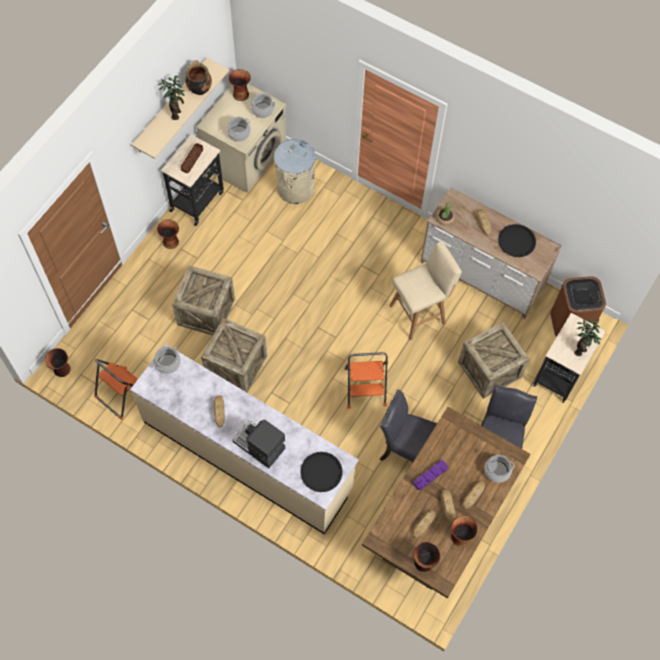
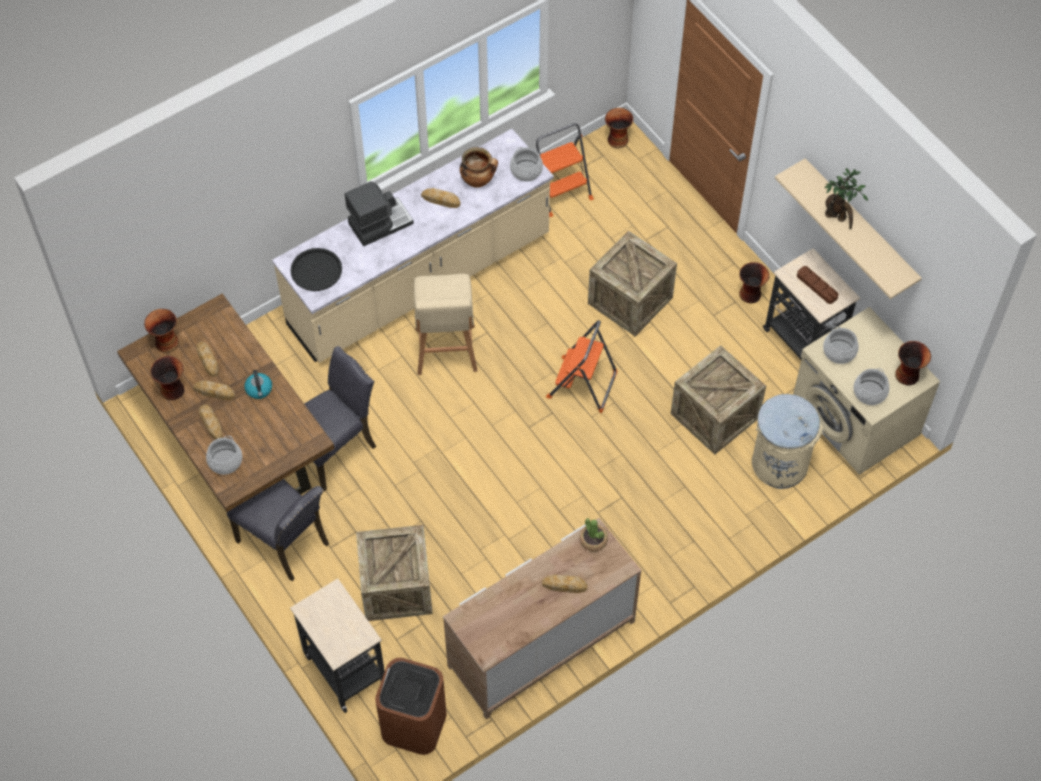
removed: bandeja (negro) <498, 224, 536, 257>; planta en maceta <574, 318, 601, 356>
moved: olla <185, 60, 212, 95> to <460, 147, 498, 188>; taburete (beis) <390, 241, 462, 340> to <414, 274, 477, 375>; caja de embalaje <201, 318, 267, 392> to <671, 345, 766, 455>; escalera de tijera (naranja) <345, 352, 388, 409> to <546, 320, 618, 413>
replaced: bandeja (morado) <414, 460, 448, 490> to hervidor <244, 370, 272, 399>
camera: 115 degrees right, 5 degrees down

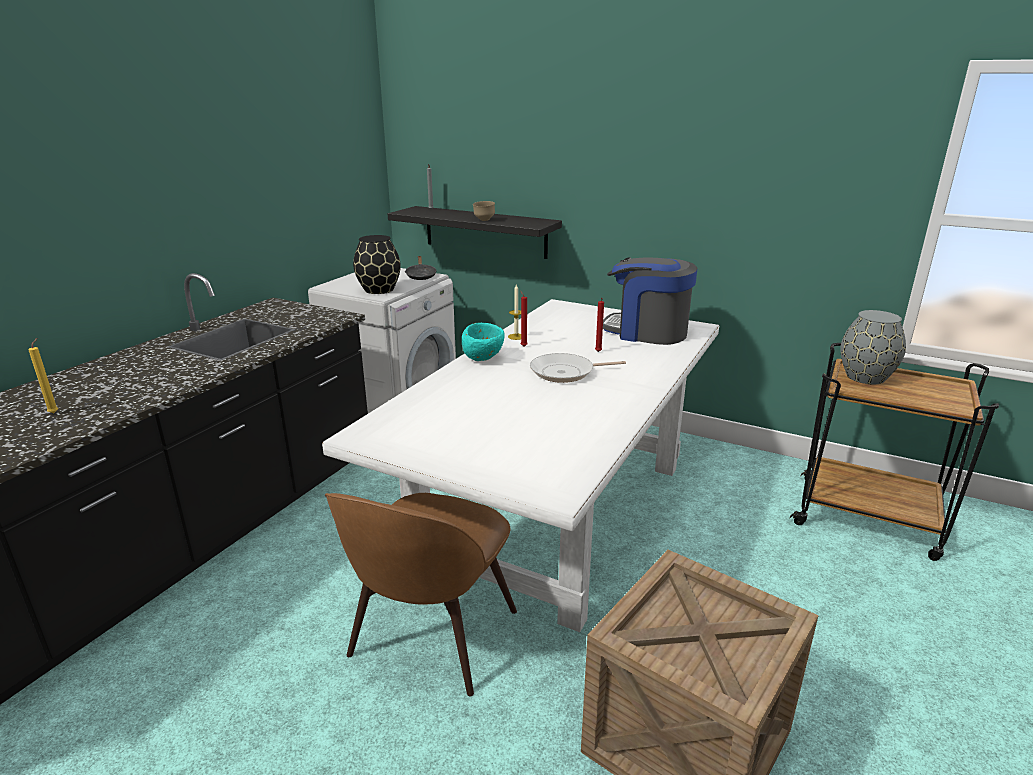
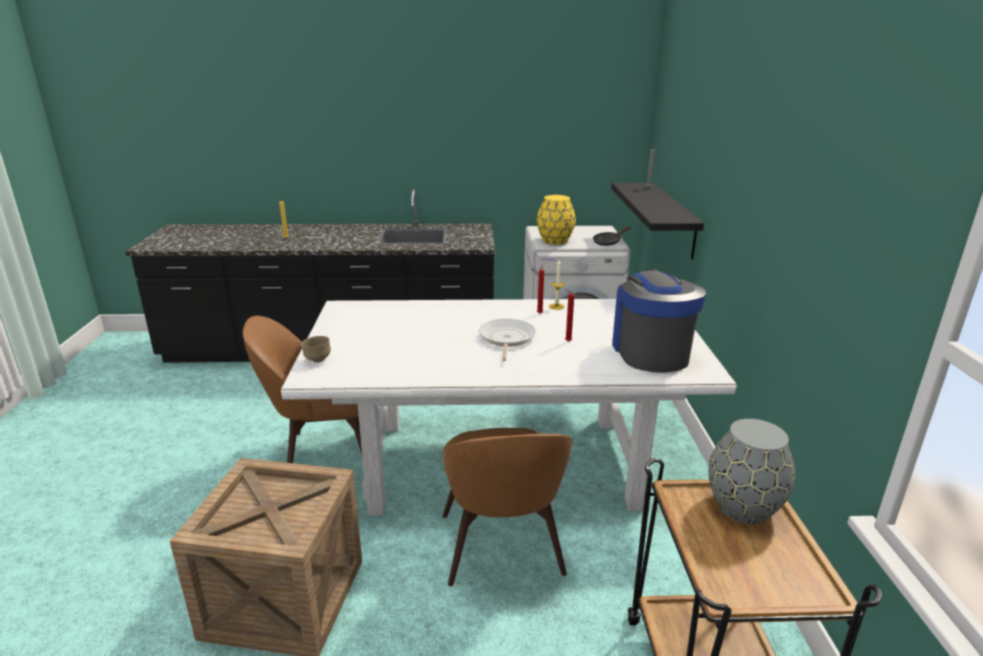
removed: cuenco (turquesa) <462, 323, 505, 361>
added: silla (marrón) <442, 428, 572, 586>
moved: cuenco (marrón) <473, 201, 495, 221> to <301, 336, 331, 363>
recoloured: florero (negro) <353, 235, 401, 294> to florero (amarillo) <537, 195, 576, 245>
turned: sartén <530, 353, 626, 383> = <479, 319, 536, 361> 45 degrees clockwise
camera: 60 degrees right, 0 degrees up

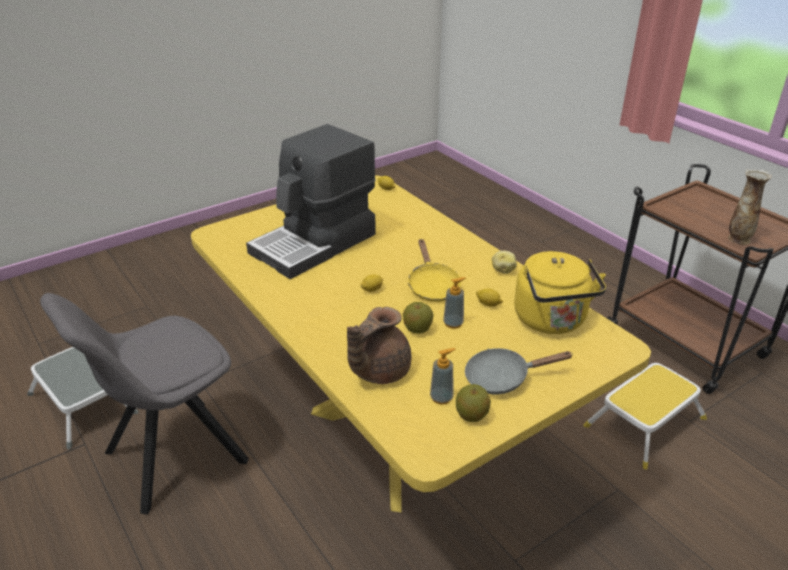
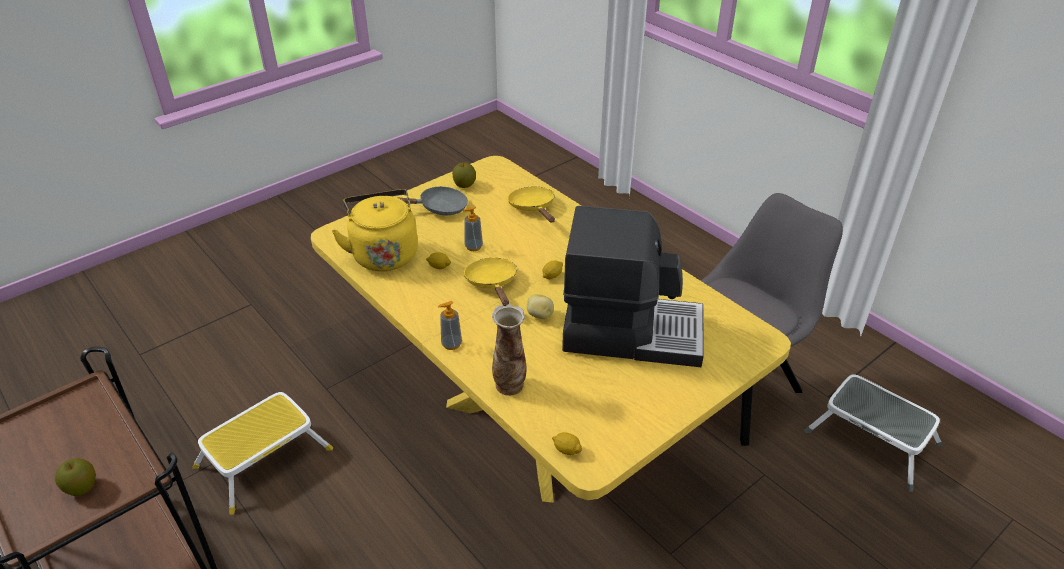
moved: florero <728, 169, 772, 245> to <492, 304, 526, 396>; patata <492, 250, 517, 274> to <527, 294, 554, 319>; manzana <403, 302, 434, 334> to <55, 458, 96, 496>; dispensador de jabón <430, 348, 456, 405> to <438, 301, 462, 350>
replaced: tetera (marrón) <347, 307, 411, 384> to sartén (amarillo) <508, 187, 555, 222>
turned: cafetera <246, 124, 376, 279> = <562, 206, 704, 367> 60 degrees clockwise
camera: 175 degrees right, 5 degrees up

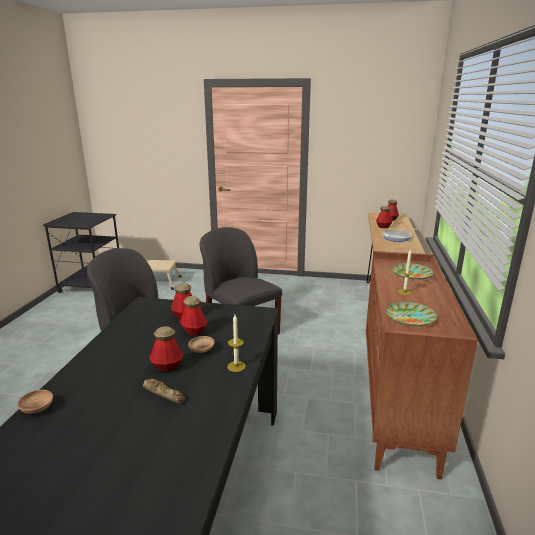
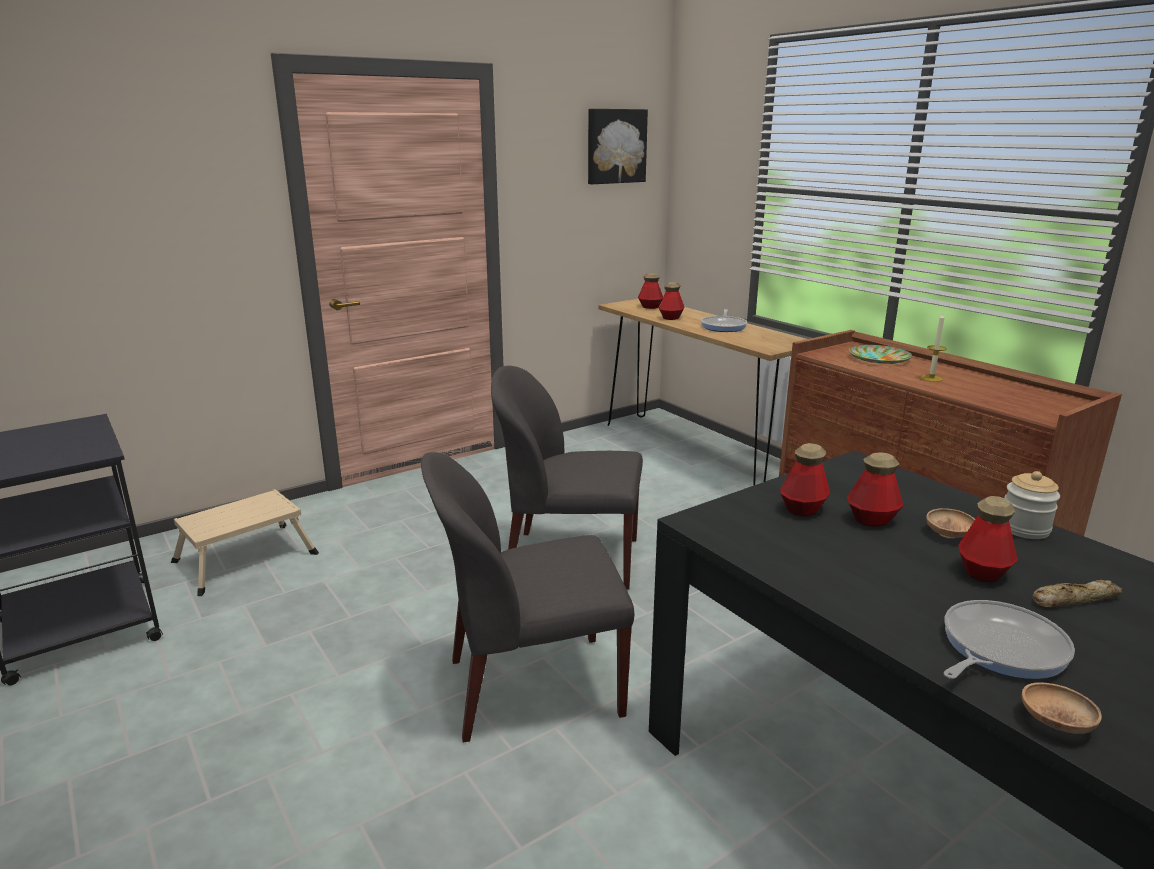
removed: plato <385, 302, 437, 326>
added: cuadro <588, 109, 648, 184>; sartén <944, 600, 1075, 679>
replaced: vela <227, 315, 246, 372> to tarro <1004, 471, 1060, 539>
camera: 45 degrees left, 0 degrees up

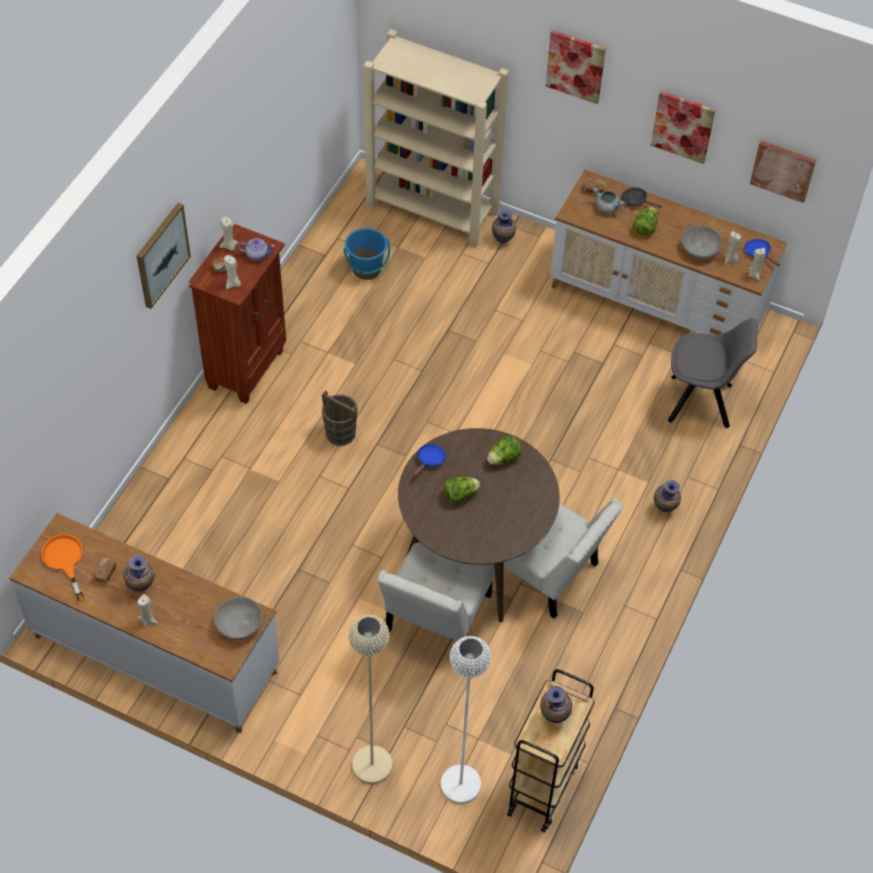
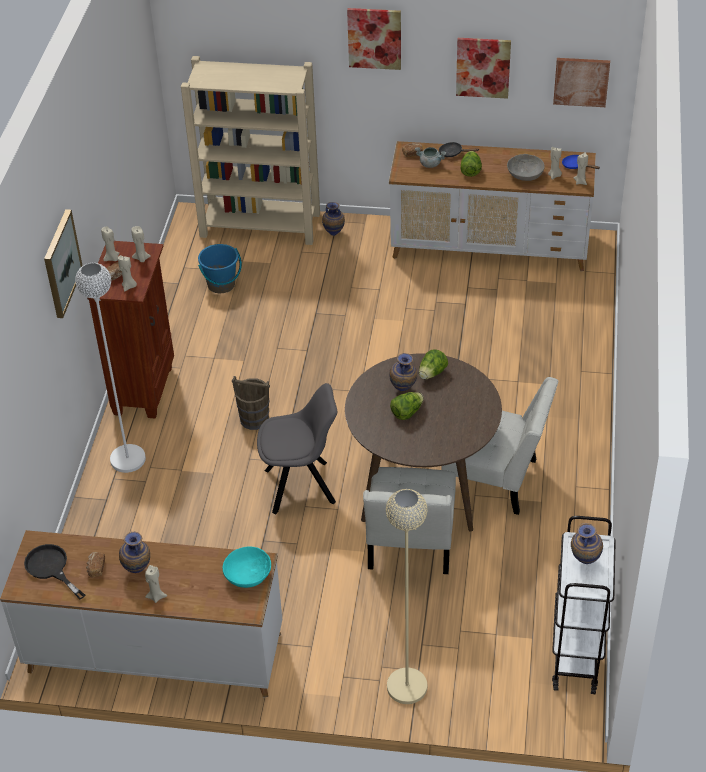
removed: sartén (azul) <413, 444, 446, 477>
moved: silla (gris) <668, 318, 758, 428> to <257, 383, 337, 515>; florero <654, 480, 681, 512> to <389, 353, 417, 391>; lámpara de pie (blanco) <441, 636, 491, 804> to <75, 262, 146, 473>
replaced: tetera <238, 238, 275, 261> to vela (beis) <131, 226, 151, 262>
recoloured: sartén (naranja) <41, 534, 85, 602> to sartén (negro) <24, 544, 85, 600>; cuenco (gris) <214, 597, 263, 640> to cuenco (turquesa) <223, 547, 271, 588>; carrito (marrón) <507, 669, 594, 833> to carrito (blanco) <552, 516, 615, 694>
camera: 15 degrees left, 10 degrees down

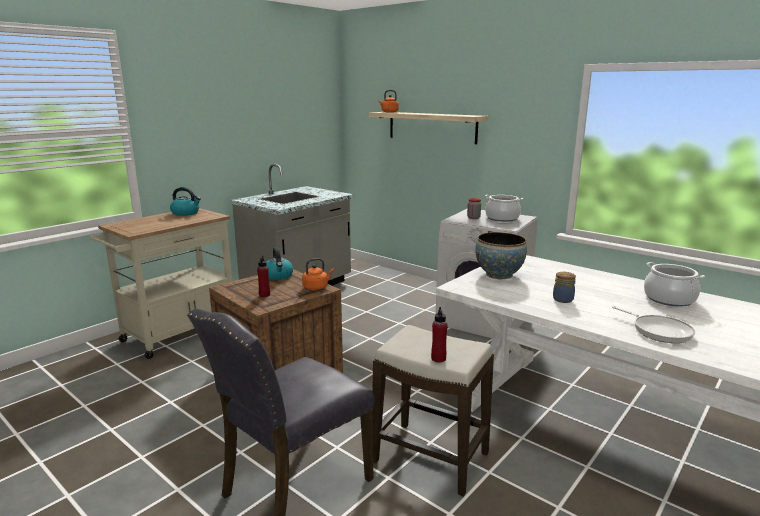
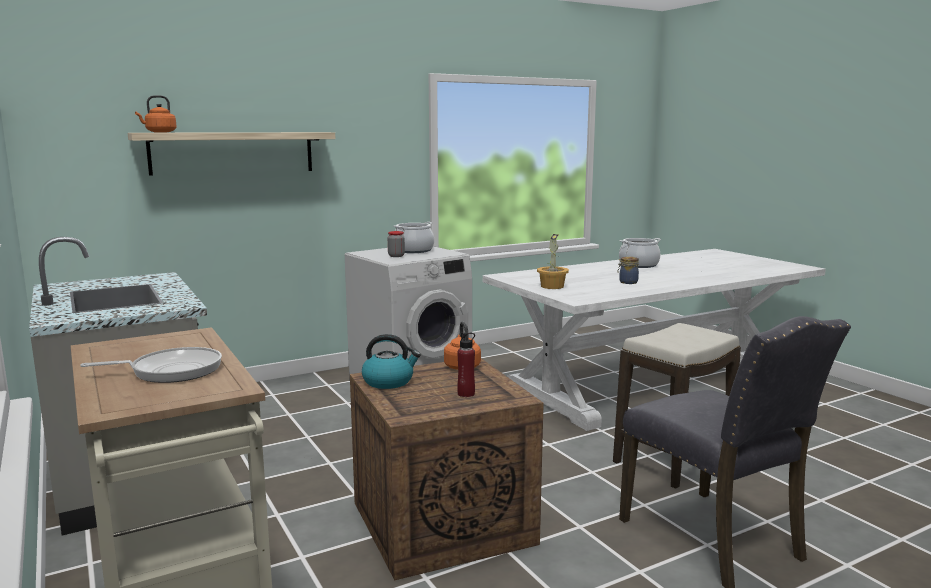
removed: hervidor <170, 187, 201, 216>; botella (rojo) <431, 307, 448, 362>
moved: sartén <612, 306, 695, 343> to <80, 347, 222, 383>
replaced: cuenco <475, 232, 527, 279> to planta en maceta <537, 234, 569, 289>
camera: 70 degrees left, 5 degrees down

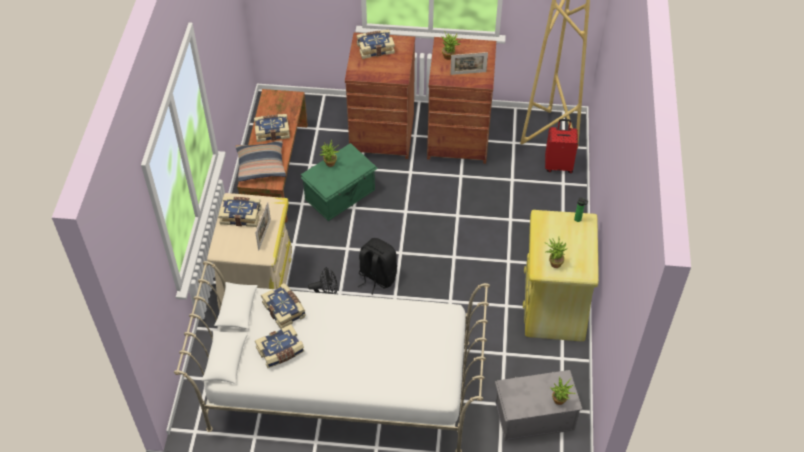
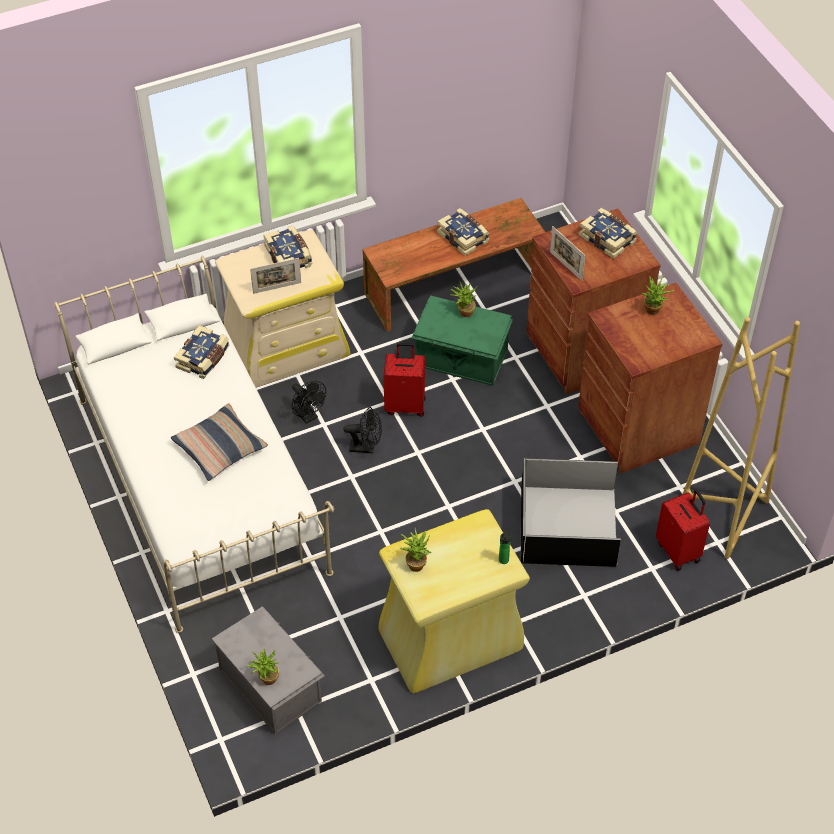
removed: libro <255, 324, 304, 368>
added: maleta (rojo) <383, 343, 425, 417>; caja de almacenaje (negro) <521, 458, 621, 567>
moved: portarretratos <450, 52, 488, 75> to <550, 226, 585, 281>; cojín <236, 140, 286, 181> to <171, 403, 268, 481>
replaced: mochila (negro) <358, 238, 397, 295> to ventilador (negro) <343, 407, 382, 453>
camera: 60 degrees right, 0 degrees up

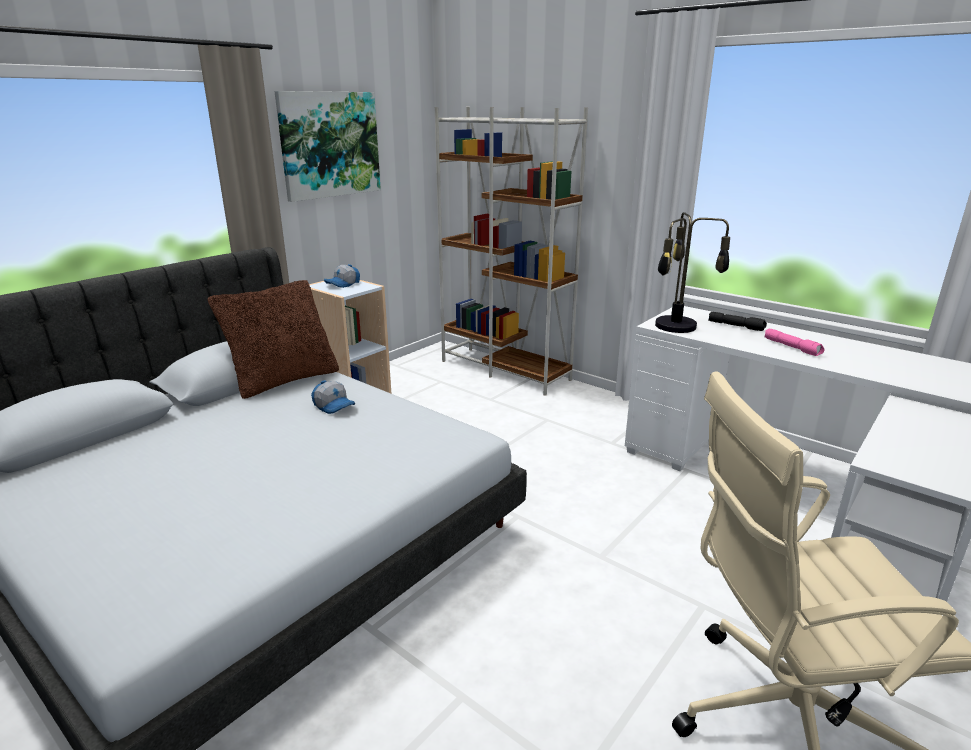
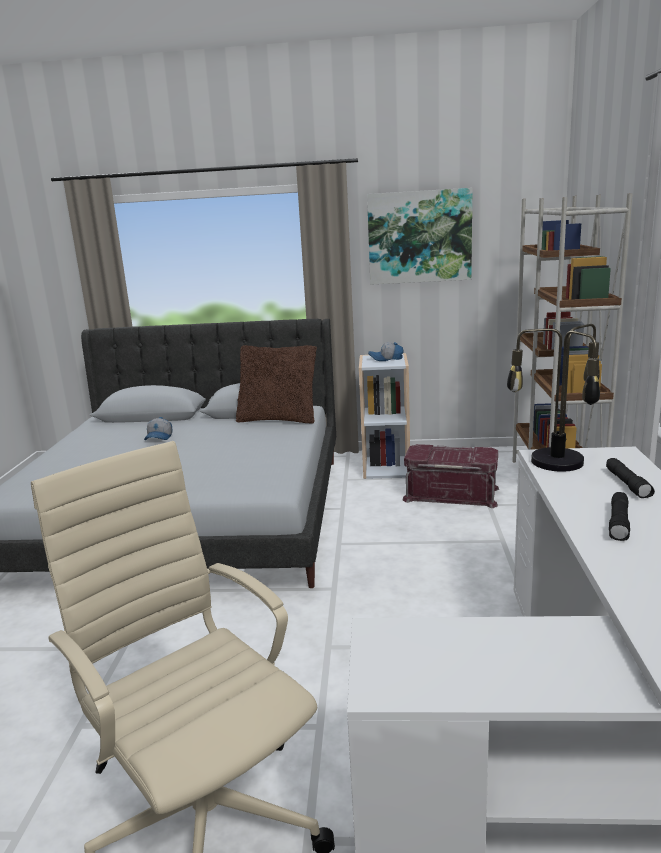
added: caja de almacenaje (rojo) <402, 444, 499, 508>
moved: gorra <311, 380, 355, 414> to <144, 417, 172, 440>
recoloured: linterna (rosa) <764, 329, 825, 356> to linterna (negro) <609, 492, 630, 541>
camera: 55 degrees right, 5 degrees down

